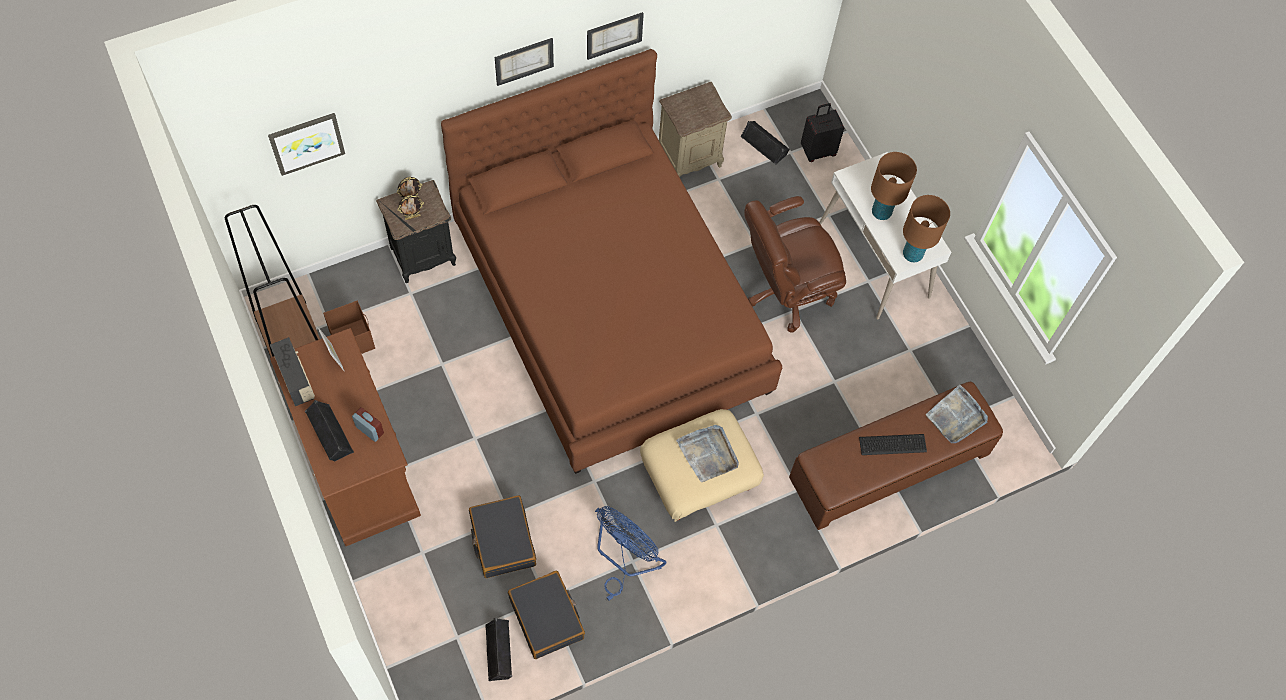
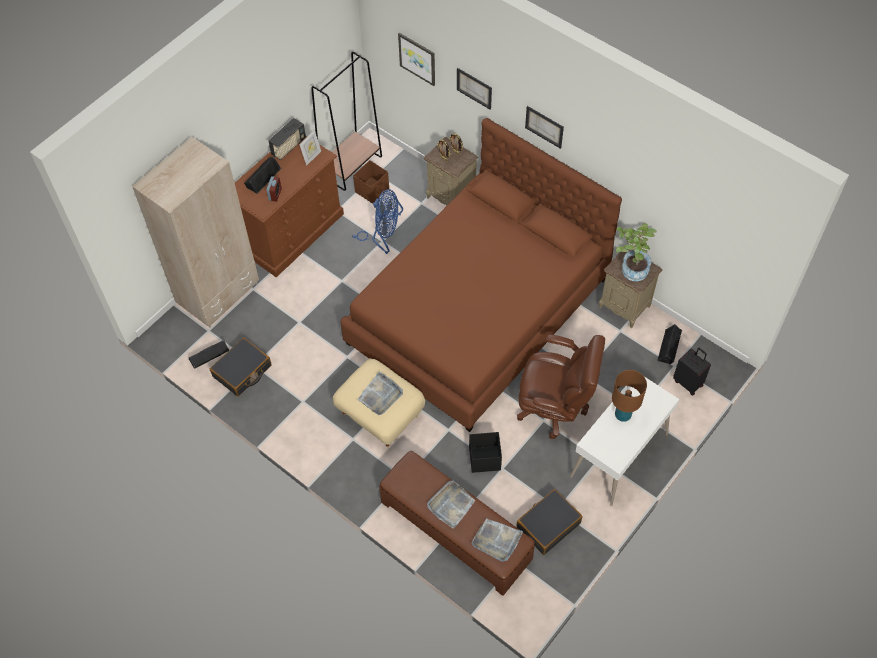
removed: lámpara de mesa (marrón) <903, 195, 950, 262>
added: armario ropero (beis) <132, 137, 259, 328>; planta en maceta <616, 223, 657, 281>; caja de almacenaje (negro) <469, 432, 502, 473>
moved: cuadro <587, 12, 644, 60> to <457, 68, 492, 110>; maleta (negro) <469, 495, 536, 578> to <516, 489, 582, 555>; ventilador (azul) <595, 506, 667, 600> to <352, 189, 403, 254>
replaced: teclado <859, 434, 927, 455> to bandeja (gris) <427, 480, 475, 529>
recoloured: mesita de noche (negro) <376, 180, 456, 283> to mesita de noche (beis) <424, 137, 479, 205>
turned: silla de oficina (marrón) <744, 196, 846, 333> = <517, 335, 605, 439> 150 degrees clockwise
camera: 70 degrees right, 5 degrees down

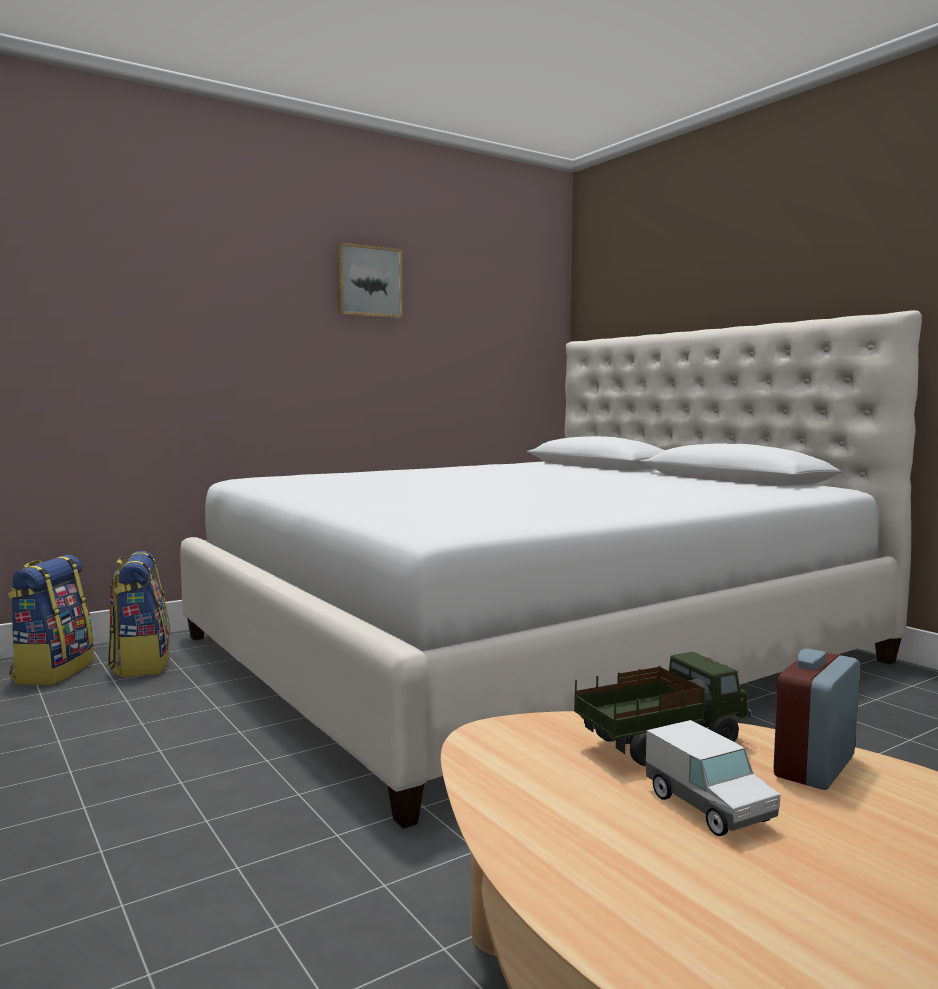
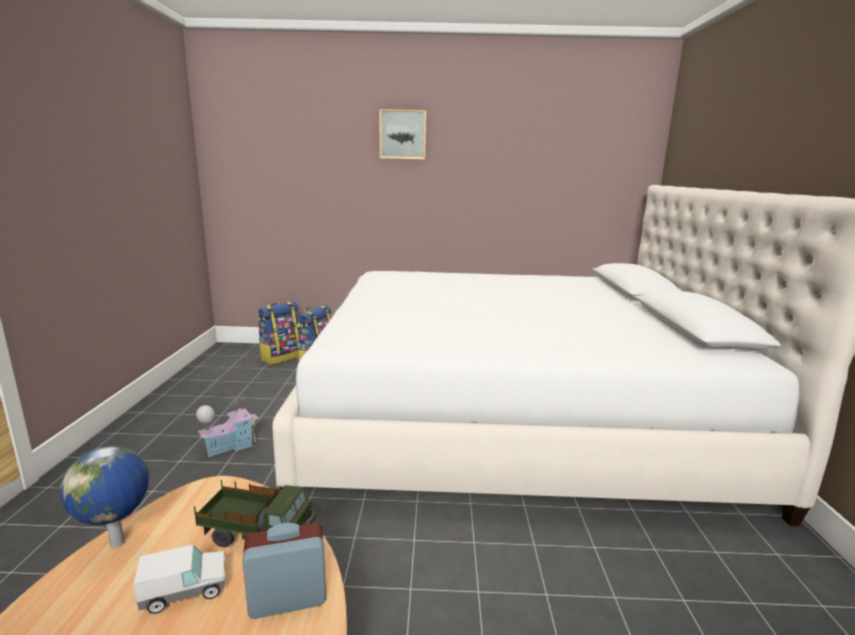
added: casita <196, 396, 258, 457>; globo terráqueo <60, 446, 149, 548>
moved: cuadro <336, 242, 403, 318> to <380, 109, 426, 159>
turned: camión de juguete <646, 720, 780, 836> = <133, 544, 225, 614> 120 degrees counterclockwise
camera: 35 degrees right, 10 degrees up

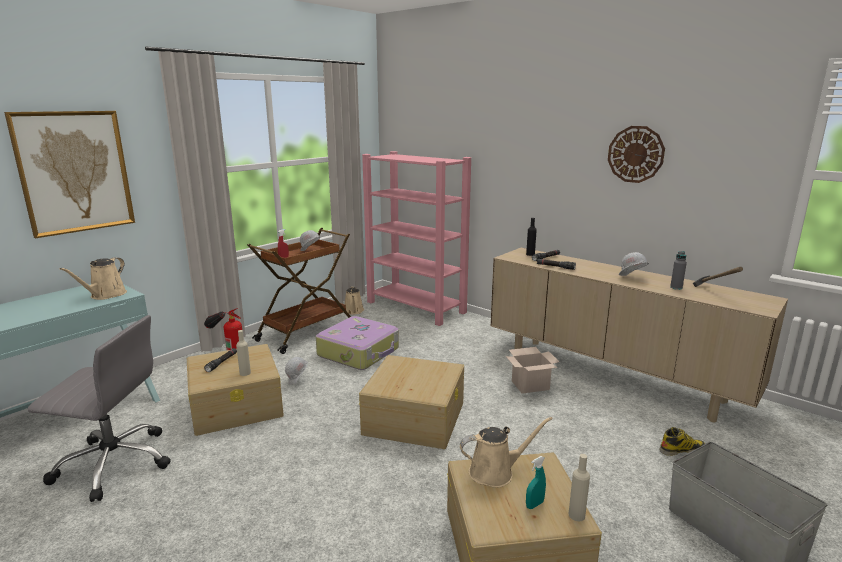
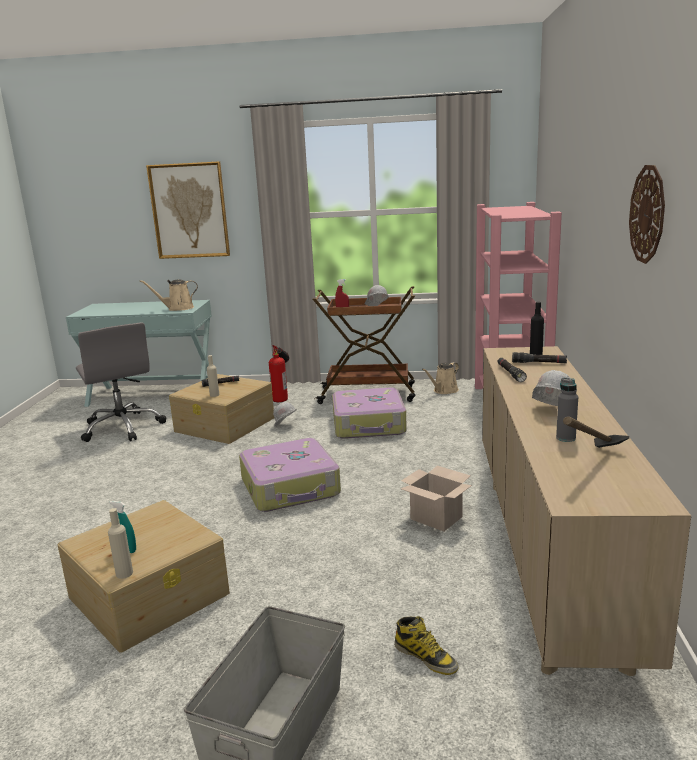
removed: regadera (beis) <460, 417, 553, 488>
replaced: caja de almacenaje (beis) <359, 355, 464, 449> to maleta <239, 438, 341, 512>
camera: 55 degrees right, 0 degrees up

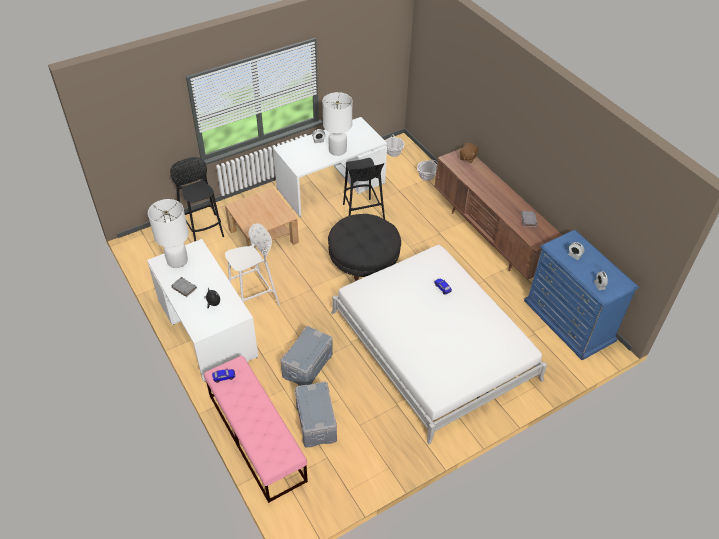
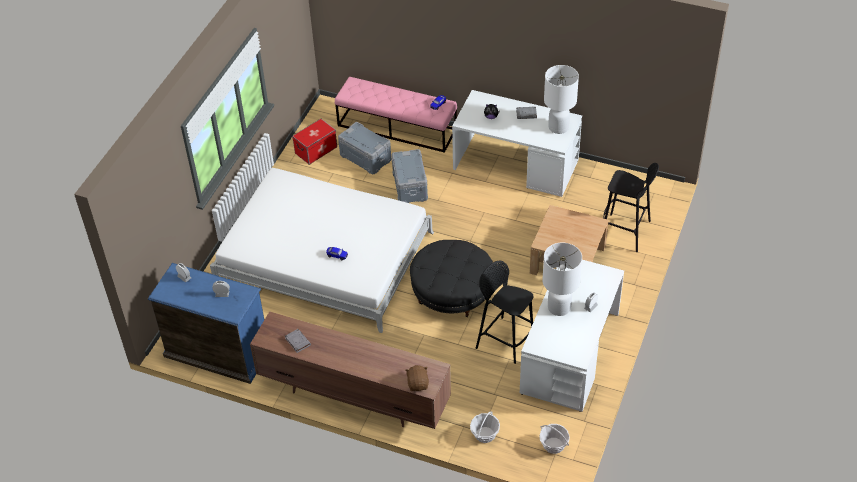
removed: taburete (blanco) <225, 224, 280, 305>
added: caja de almacenaje <292, 119, 337, 165>
camera: 145 degrees right, 0 degrees up

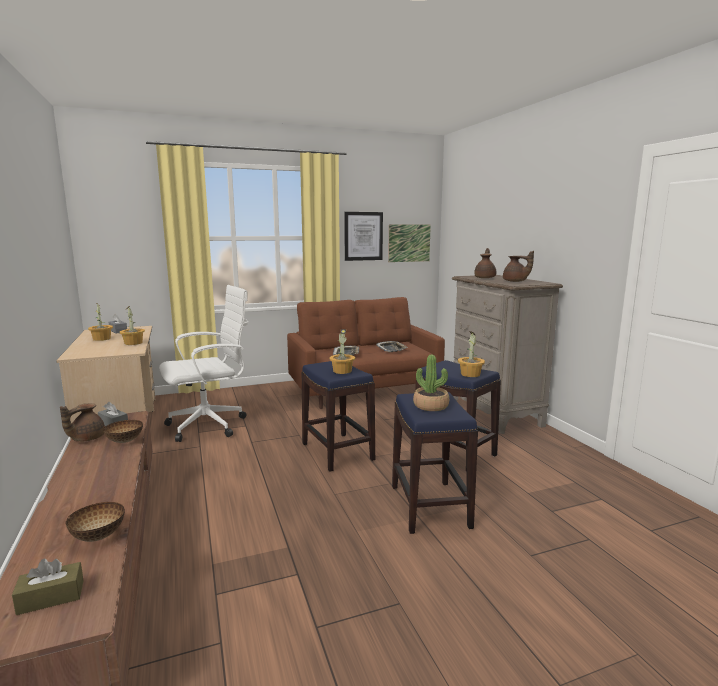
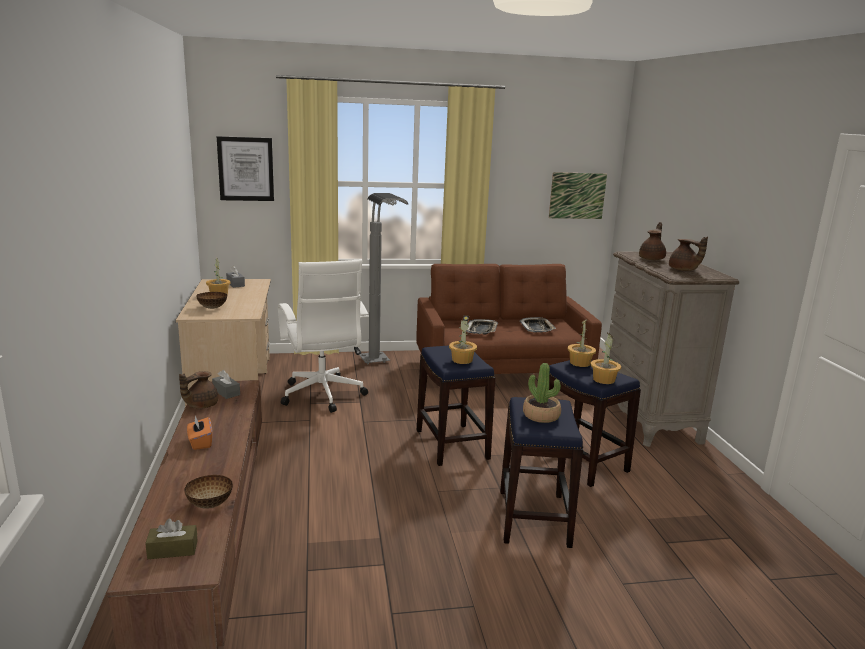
added: lámpara de pie (gris) <359, 193, 408, 364>; caja de pañuelos (naranja) <187, 416, 212, 450>
moved: cuadro <344, 212, 383, 261> to <217, 136, 274, 201>; planta en maceta <120, 306, 145, 345> to <567, 319, 596, 367>; cuenco <103, 420, 143, 443> to <196, 292, 227, 309>
turned: silla de oficina (blanco) <159, 285, 249, 442> = <278, 259, 369, 413> 90 degrees clockwise
camera: 10 degrees right, 5 degrees up

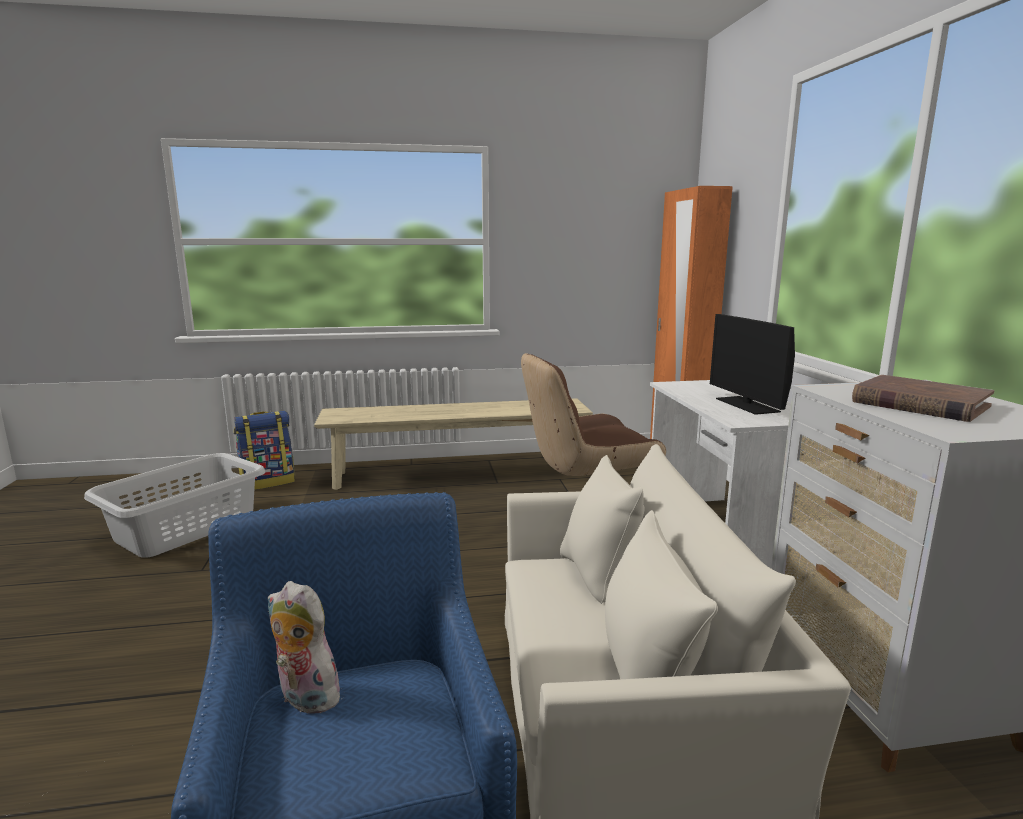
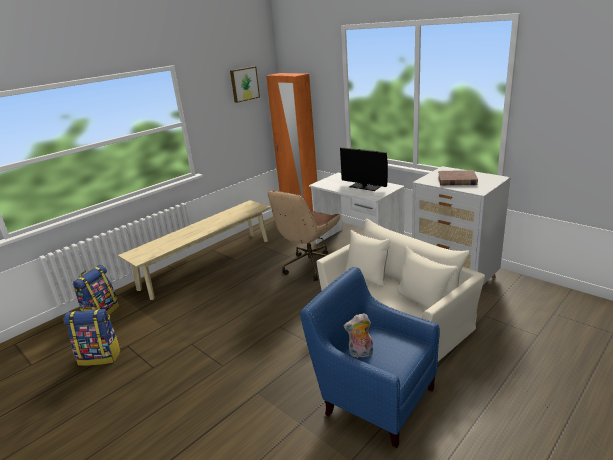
added: cuadro <230, 66, 260, 103>
replaced: cesto de la ropa (gris) <84, 453, 265, 558> to mochila <63, 307, 121, 366>
camera: 35 degrees left, 10 degrees up

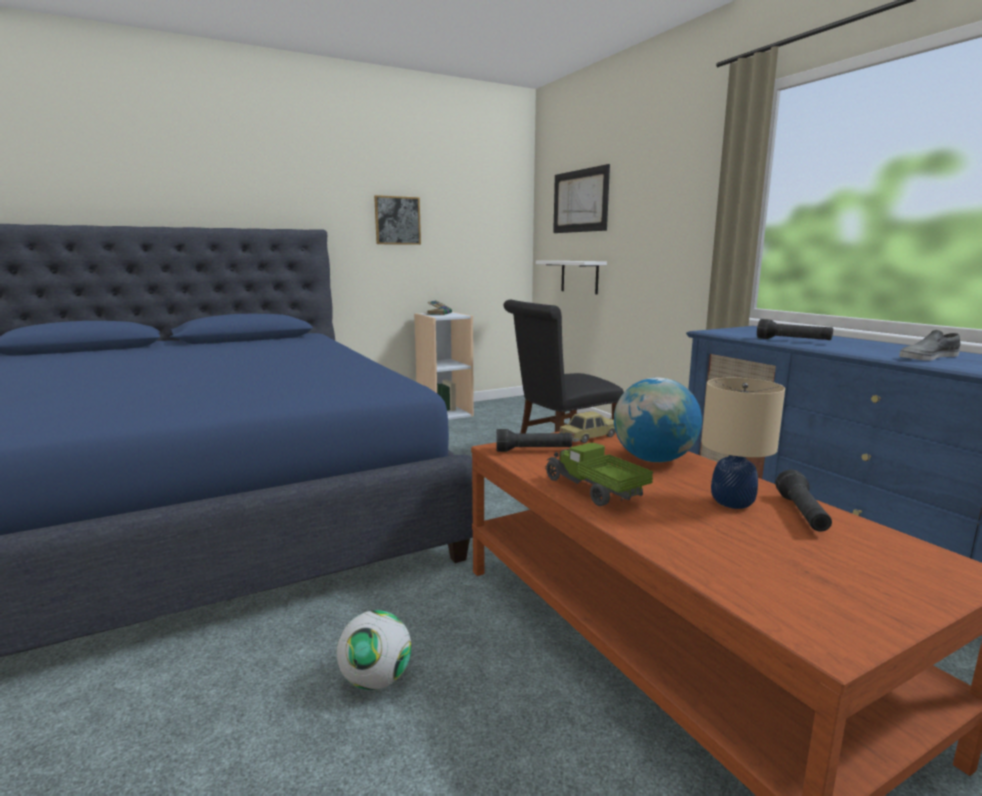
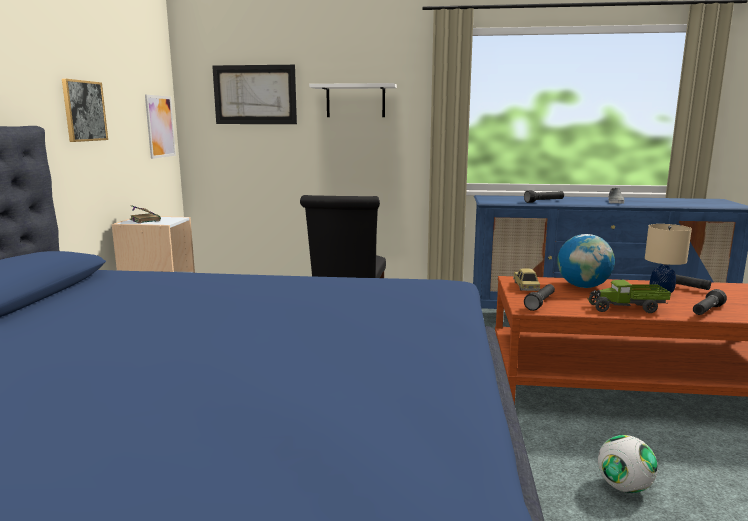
added: cuadro <145, 95, 176, 159>; linterna (negro) <693, 289, 727, 315>
moved: estante (blanco) <536, 261, 607, 294> to <309, 83, 397, 117>
camera: 55 degrees left, 0 degrees up

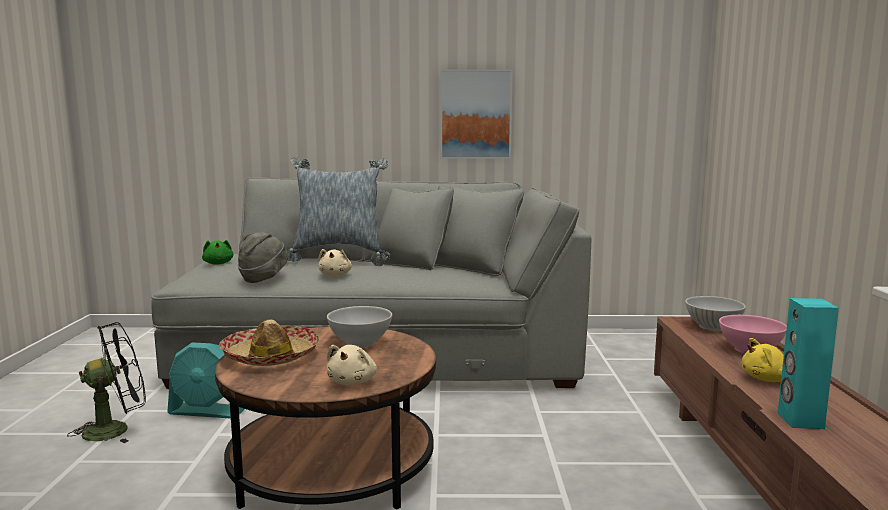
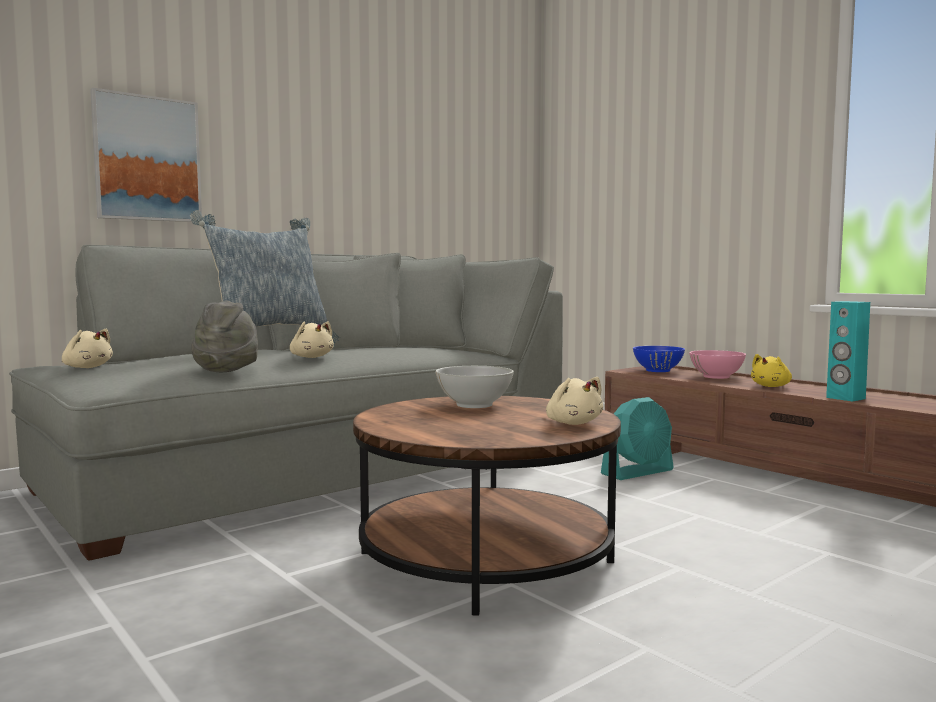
removed: sombrero <219, 320, 319, 366>; ventilador (negro) <67, 322, 146, 443>
moved: cuadro <440, 69, 513, 159> to <90, 88, 202, 222>; ventilador (turquesa) <167, 342, 245, 419> to <601, 397, 674, 480>
recoloured: peluche (verde) <202, 240, 233, 265> to peluche (beis) <62, 329, 113, 368>; cuenco (blanco) <685, 296, 746, 331> to cuenco (azul) <633, 346, 685, 372>
camera: 40 degrees left, 5 degrees down

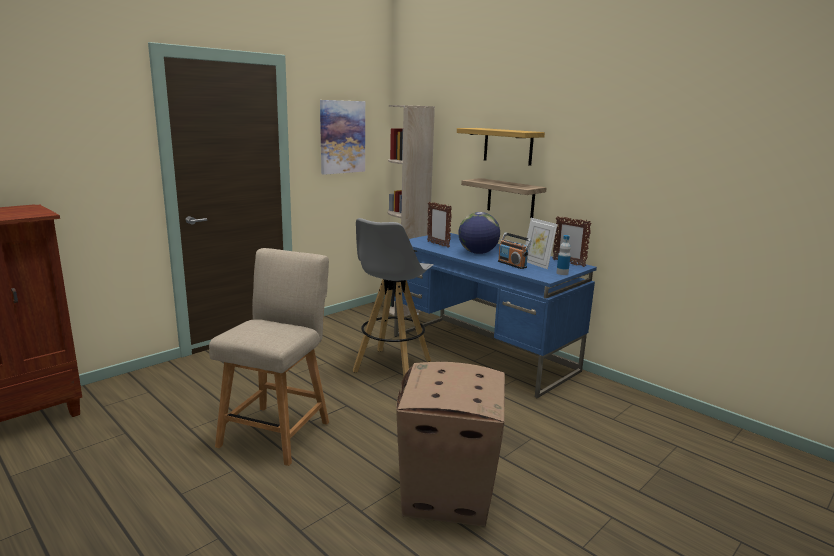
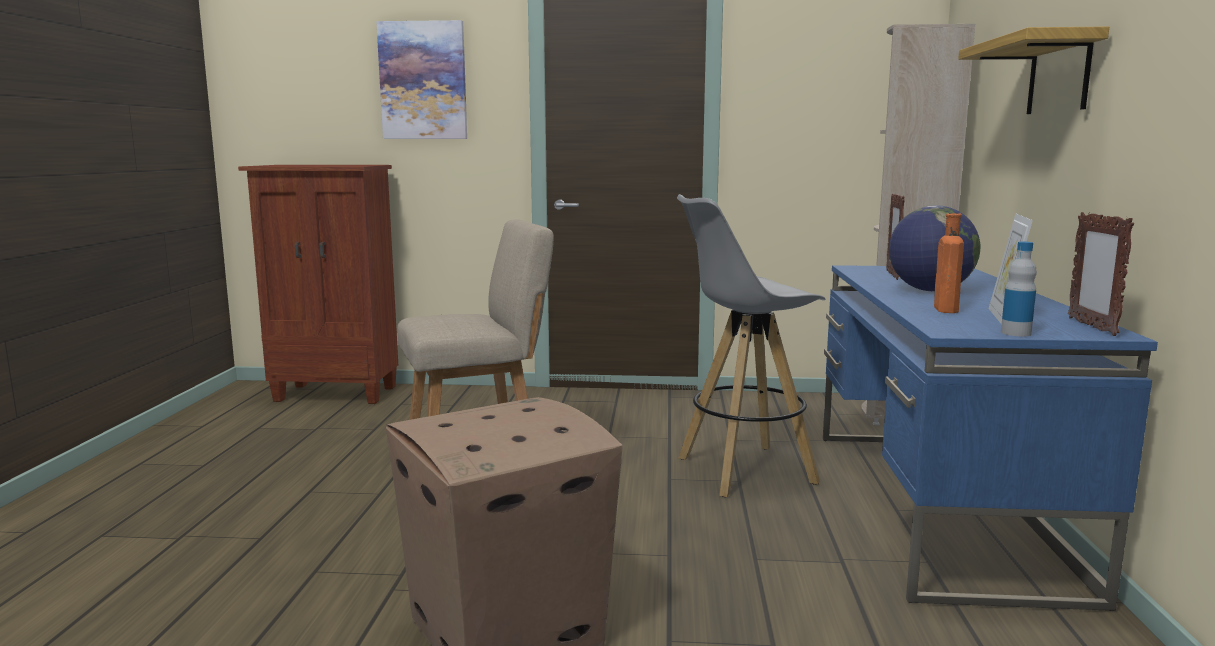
removed: estante <461, 178, 547, 218>
moved: cuadro <320, 100, 365, 175> to <376, 20, 467, 139>
replaced: radio <498, 232, 532, 269> to botella (naranja) <934, 213, 964, 313>
camera: 50 degrees right, 5 degrees down

